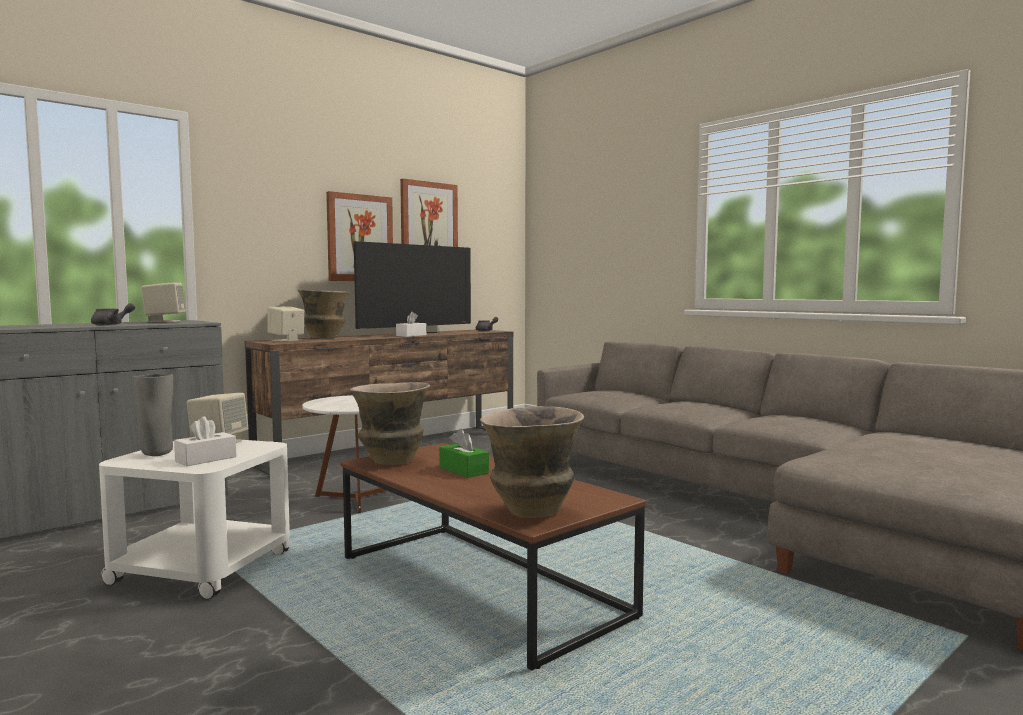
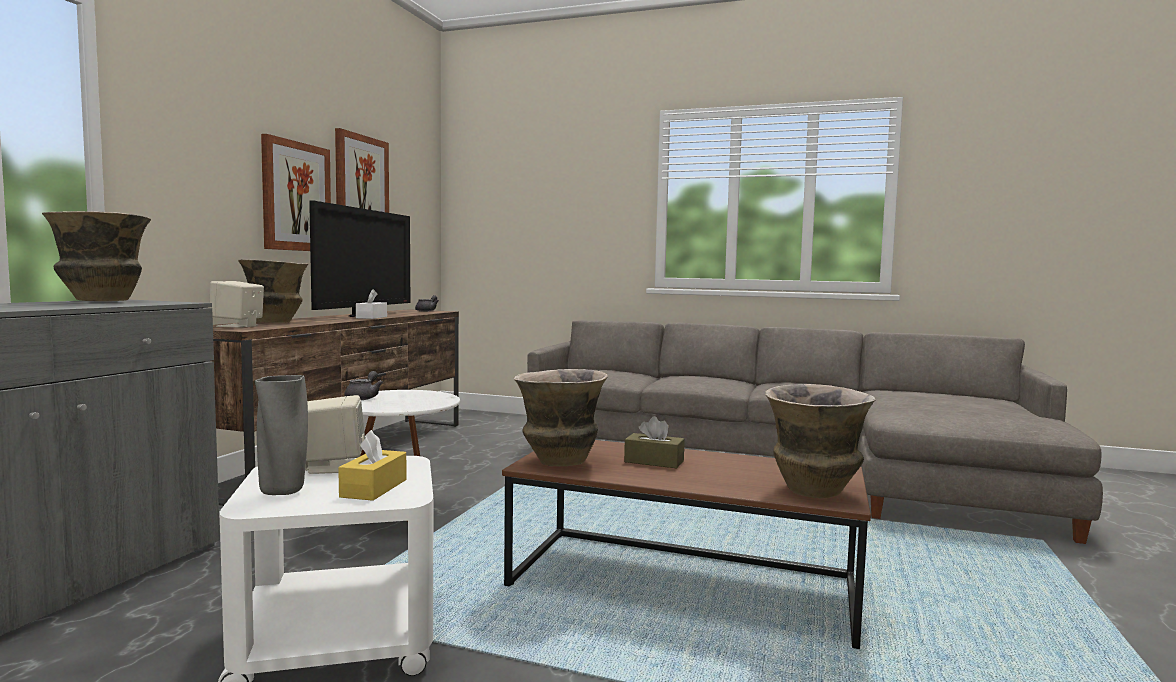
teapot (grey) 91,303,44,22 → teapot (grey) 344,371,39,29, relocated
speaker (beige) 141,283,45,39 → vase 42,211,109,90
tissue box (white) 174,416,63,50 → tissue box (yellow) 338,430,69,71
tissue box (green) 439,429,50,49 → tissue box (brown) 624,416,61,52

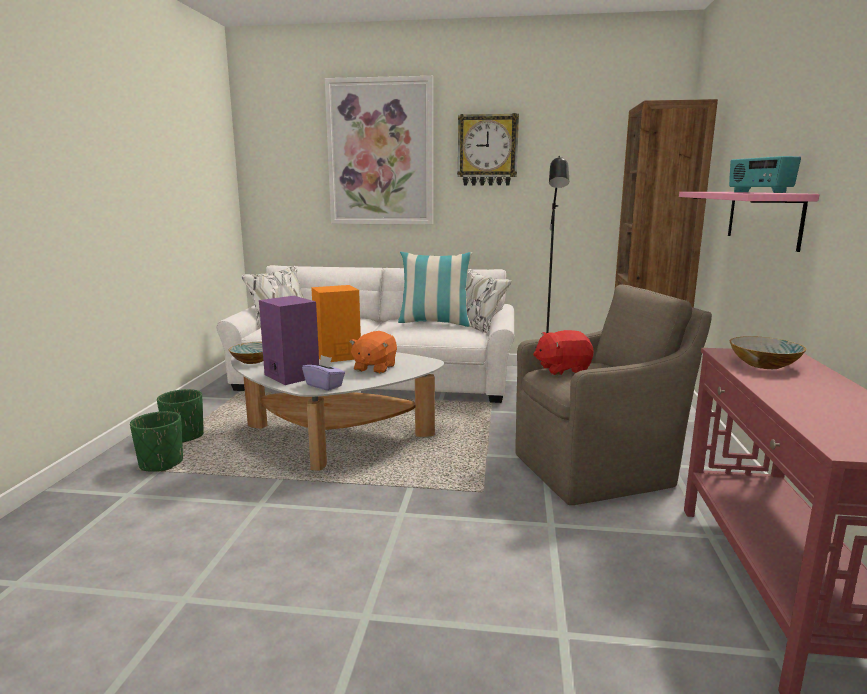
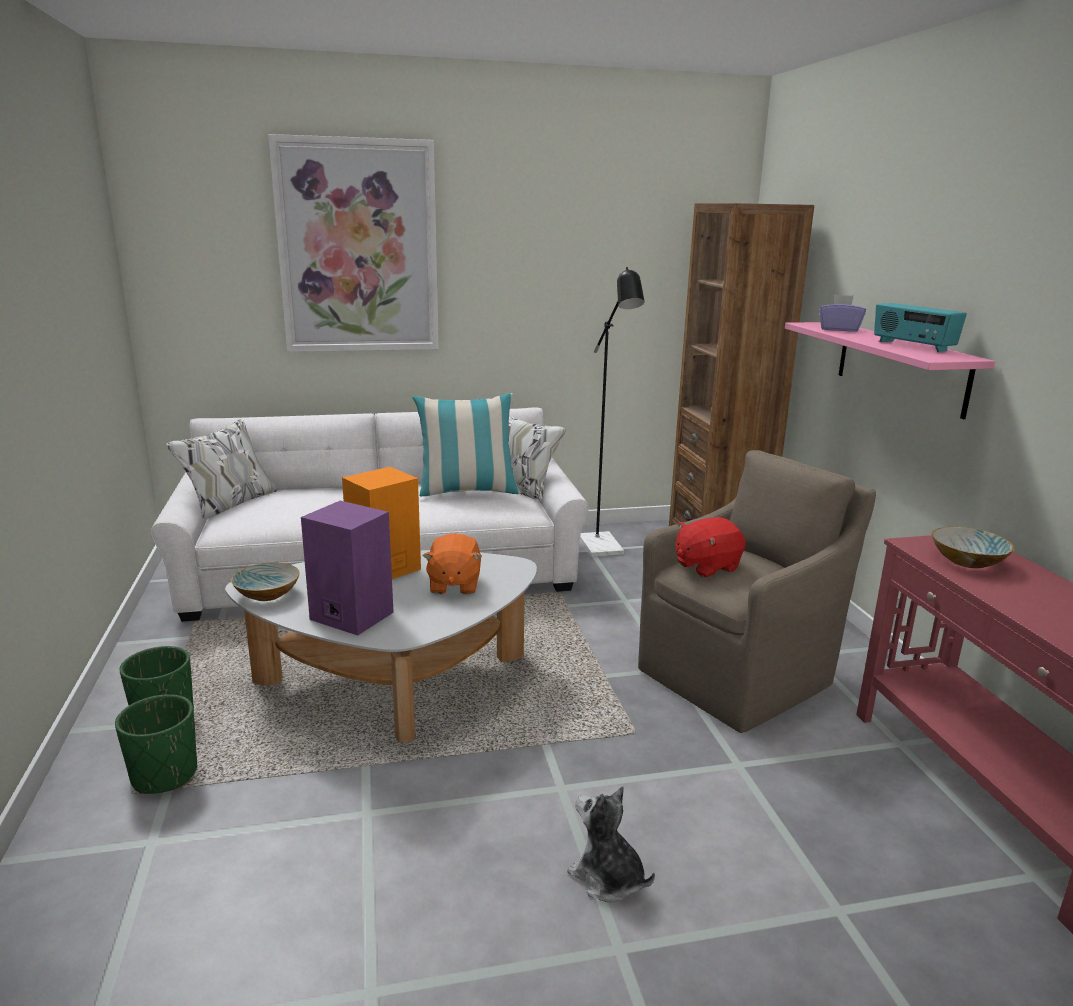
tissue box (purple) 302,355,43,36 → tissue box (purple) 819,295,47,37, relocated
wall clock 457,113,62,72 → -
- → plush toy 567,787,88,116

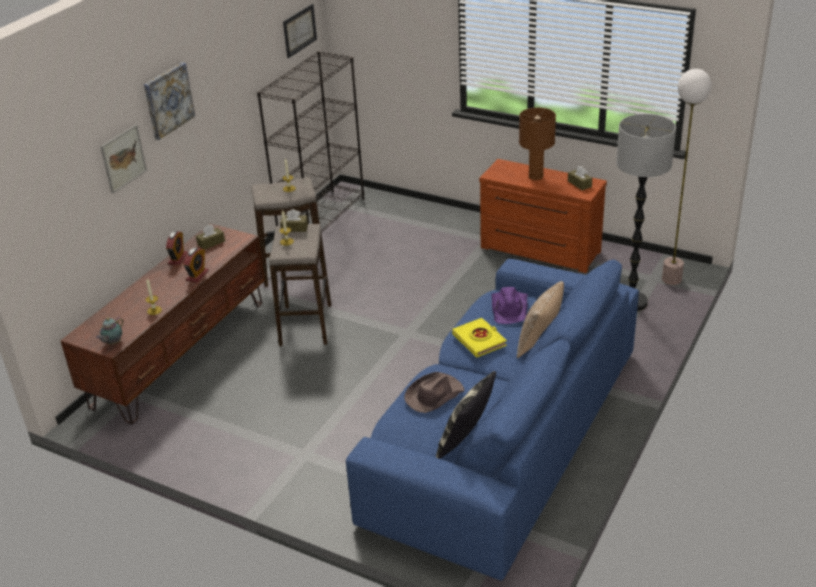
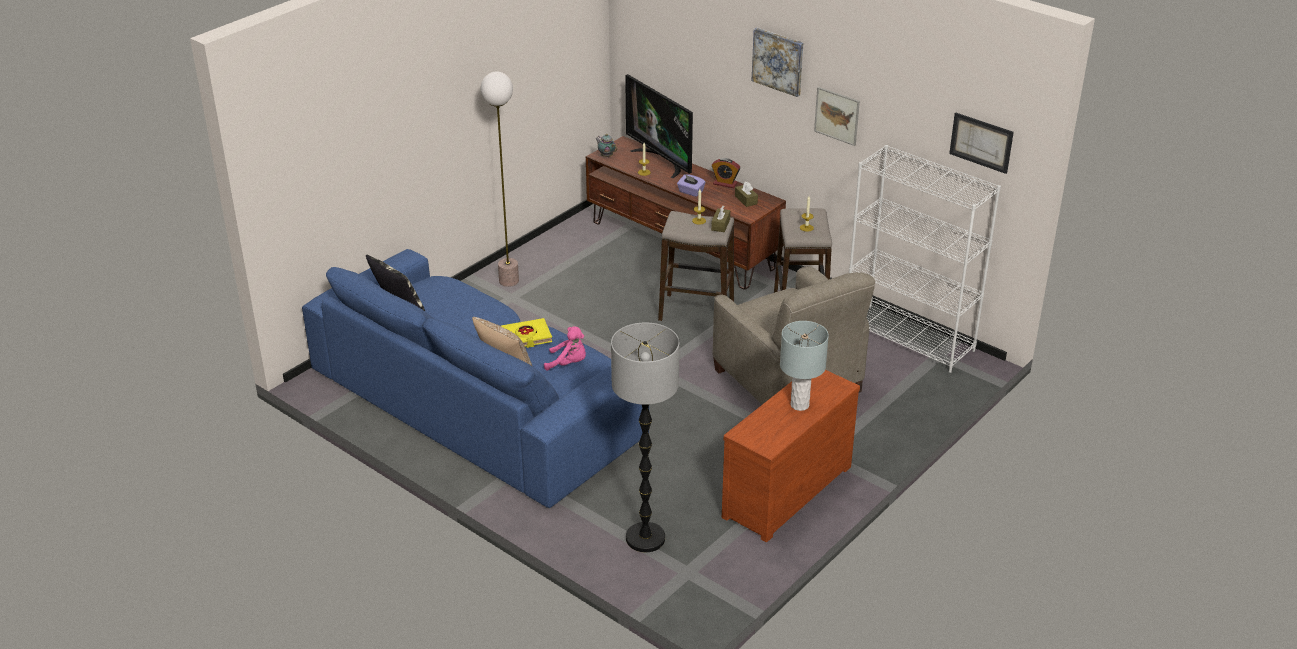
picture 100,125,47,68 → picture 814,87,46,59, relocated
alarm clock 183,248,26,35 → tissue box (purple) 677,174,28,23
bookcase (black) 257,51,107,182 → bookcase (white) 849,145,152,228
hat (brown) 404,372,60,41 → -
hat (purple) 492,287,36,37 → plush toy (pink) 544,326,42,45
table lamp (brown) 519,107,37,73 → table lamp (grey) 780,321,49,90
tissue box (brown) 568,166,24,24 → -
floor lamp 662,69,50,216 → floor lamp 480,71,39,216, relocated
- → television 625,74,68,104
- → armchair (beige) 713,266,162,138

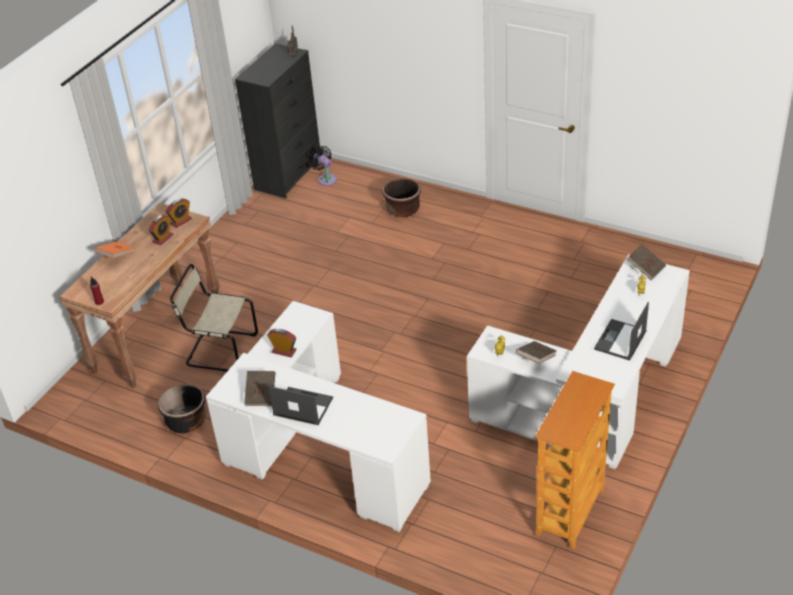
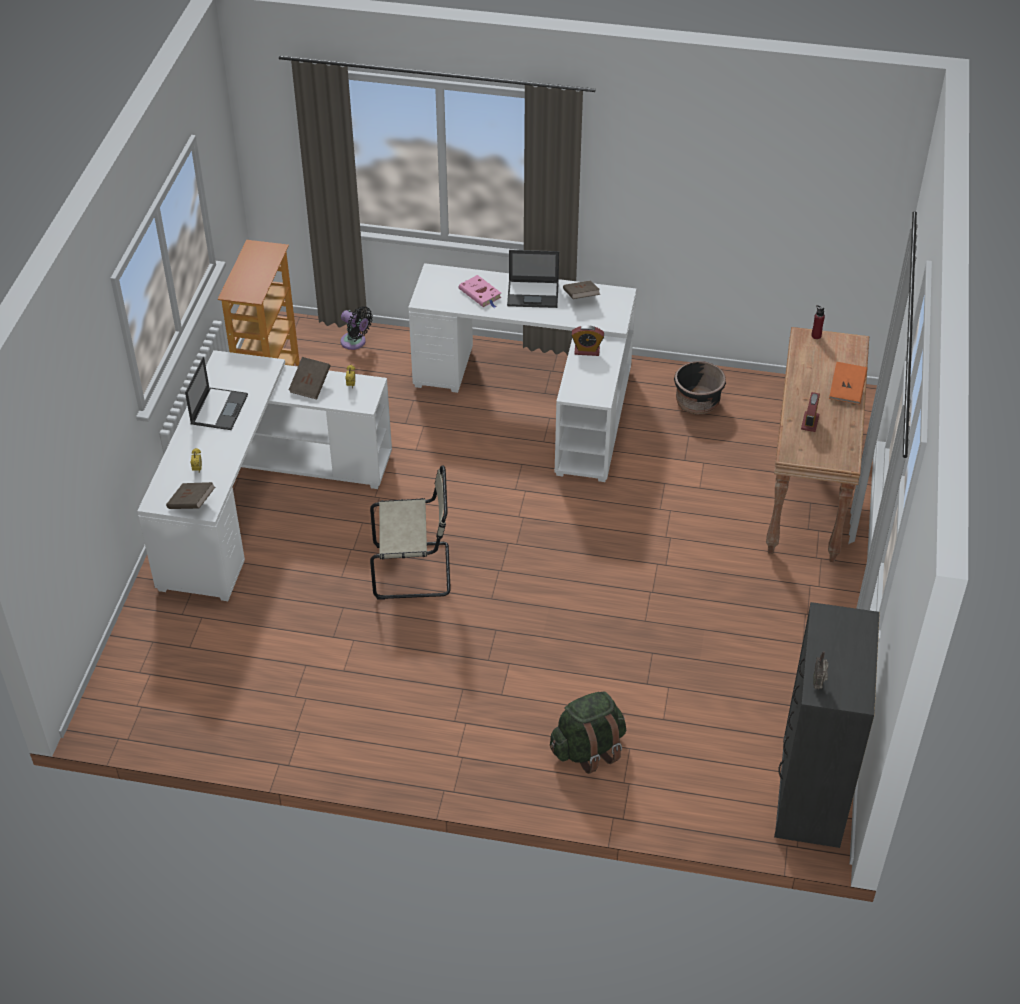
alarm clock 166,199,26,29 → -
chair (beige) 170,264,88,107 → chair (beige) 370,465,81,135, relocated
fan (black) 309,146,28,40 → fan (black) 340,306,33,44, relocated
planter (brown) 382,178,39,39 → backpack (green) 550,692,76,82
- → book (pink) 459,275,42,33

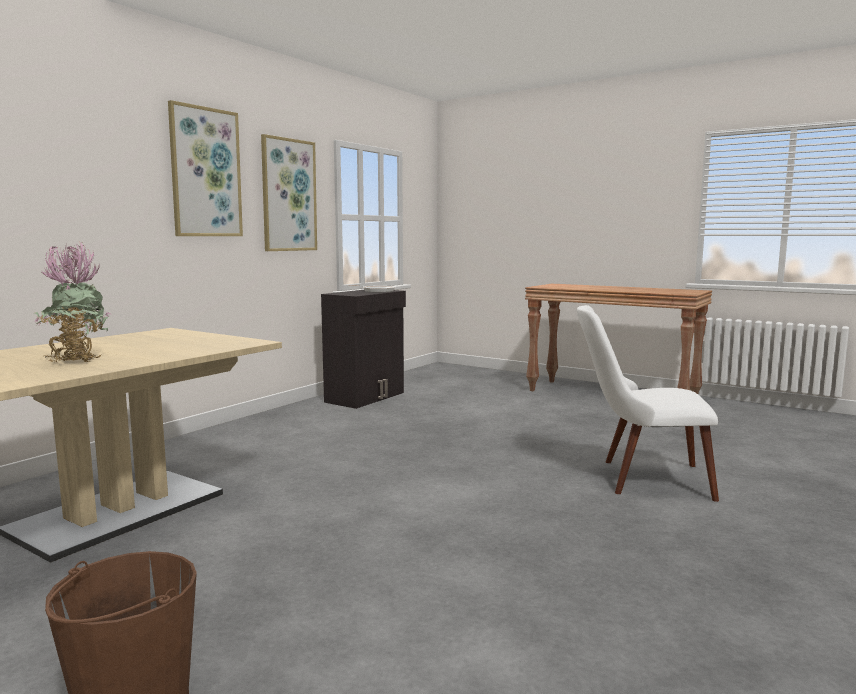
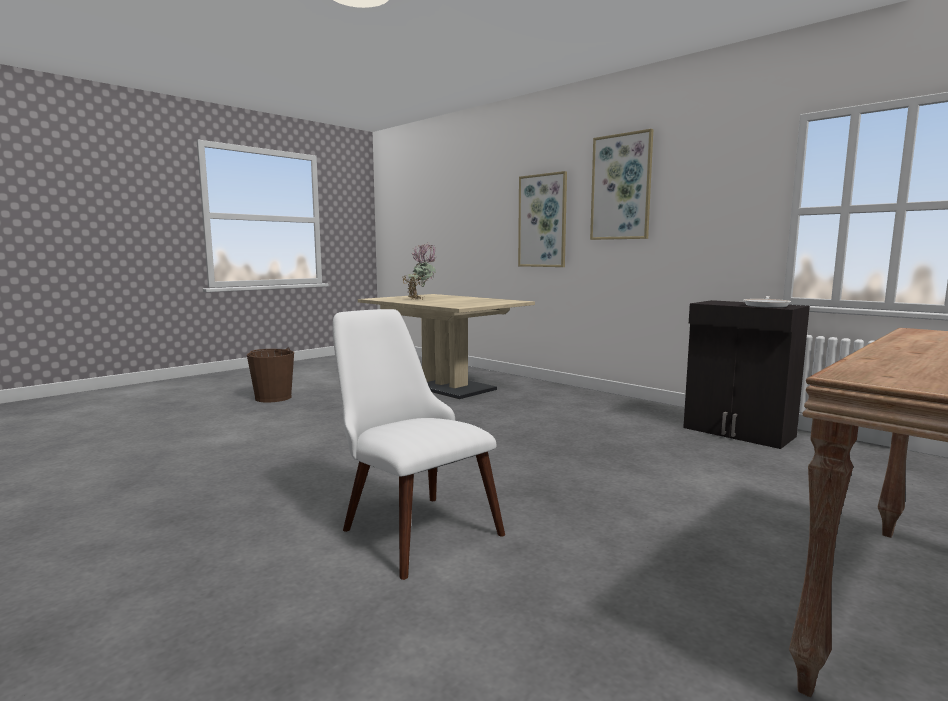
picture 261,134,56,117 → picture 518,171,49,96, relocated
chair (white) 577,305,142,197 → chair (white) 333,309,172,271, 60 degrees counterclockwise

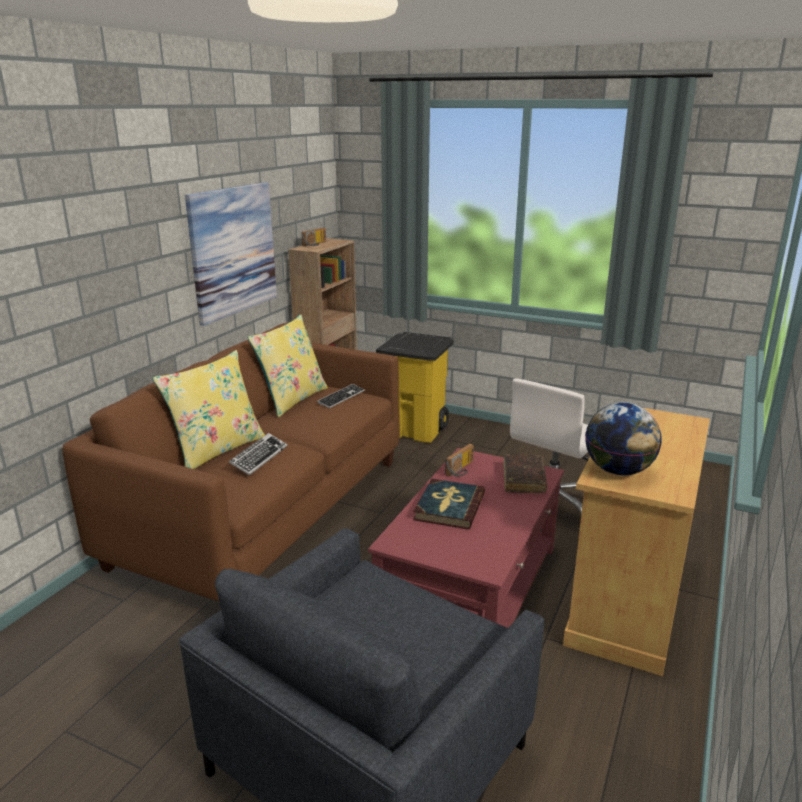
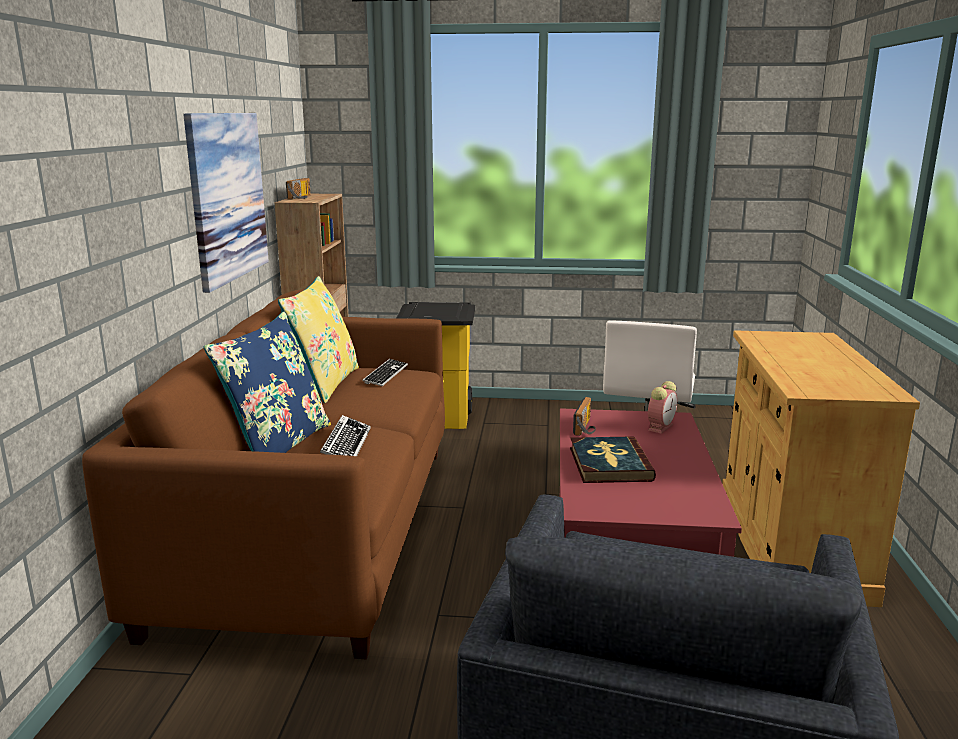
pillow (yellow) 152,350,113,119 → pillow (blue) 204,312,127,141
book (brown) 503,454,44,39 → alarm clock 648,381,29,53
globe 585,402,77,73 → -

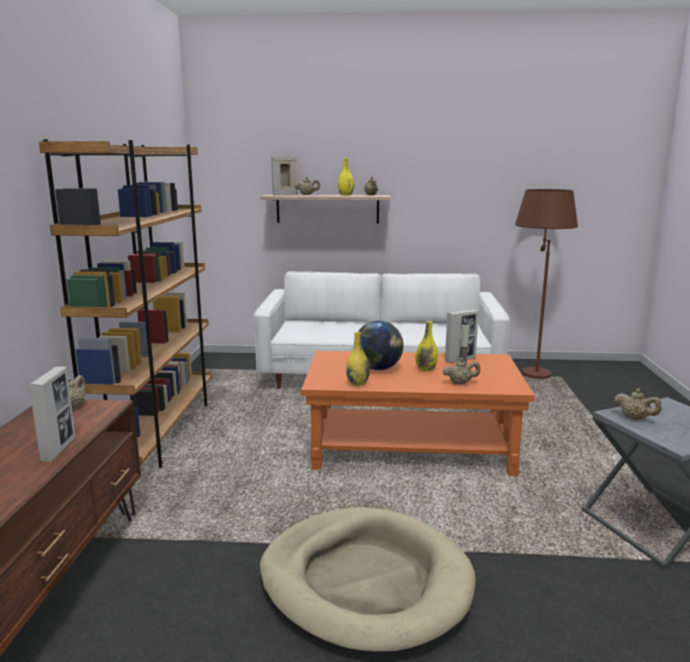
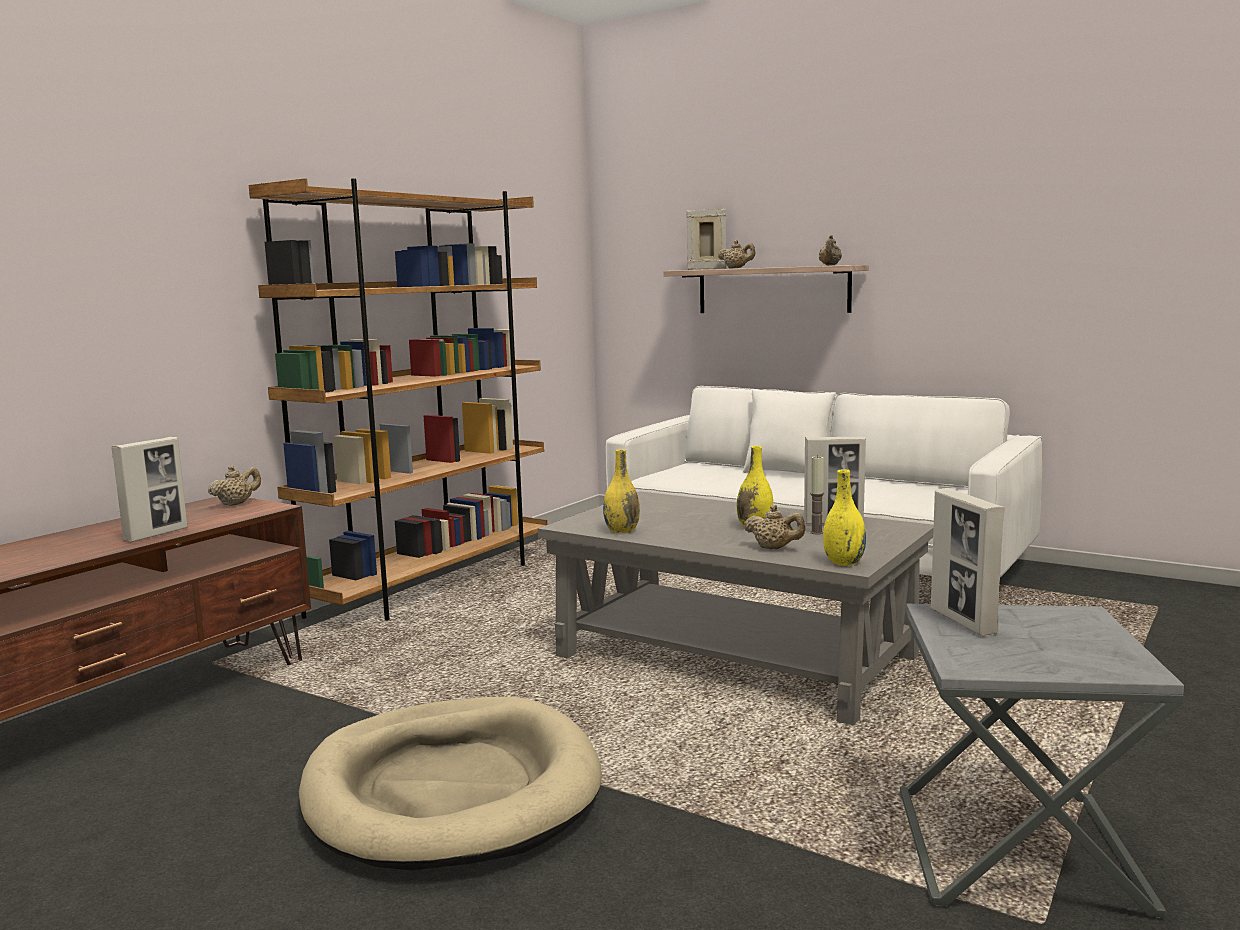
coffee table (orange) 301,351,234,125 → coffee table (grey) 538,492,396,234
vase (yellow) 338,158,16,38 → vase (yellow) 823,469,43,97, relocated
globe 358,321,46,49 → -
floor lamp (brown) 515,189,63,190 → -
teapot (beige) 614,388,48,32 → picture frame 931,488,74,148
- → pillow (white) 743,389,93,84

